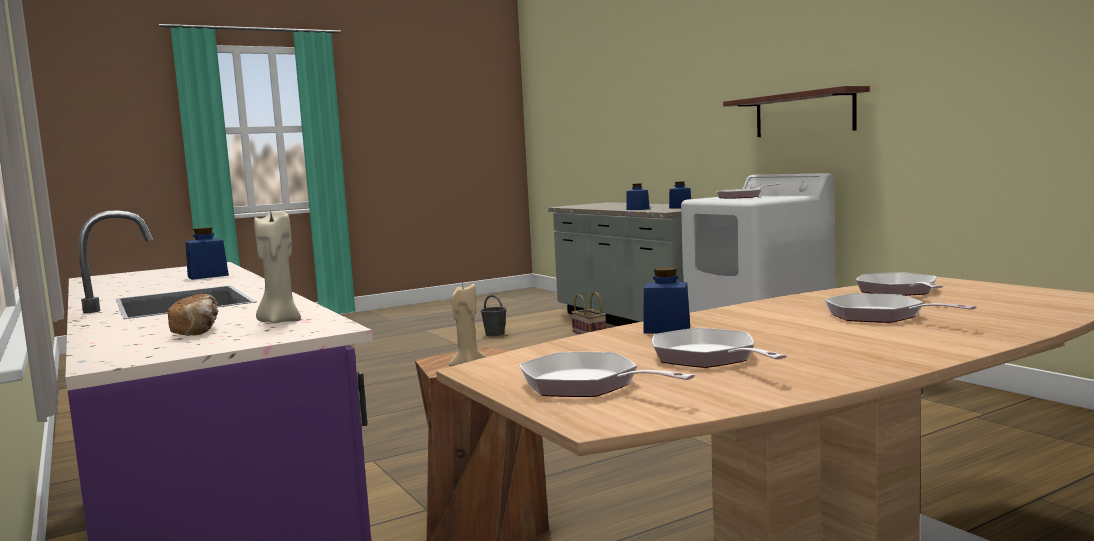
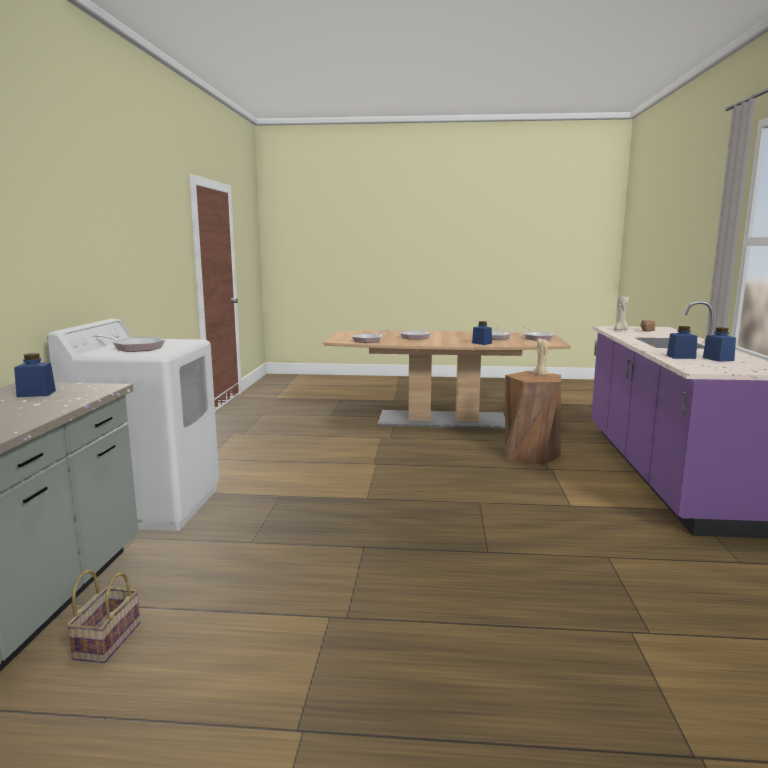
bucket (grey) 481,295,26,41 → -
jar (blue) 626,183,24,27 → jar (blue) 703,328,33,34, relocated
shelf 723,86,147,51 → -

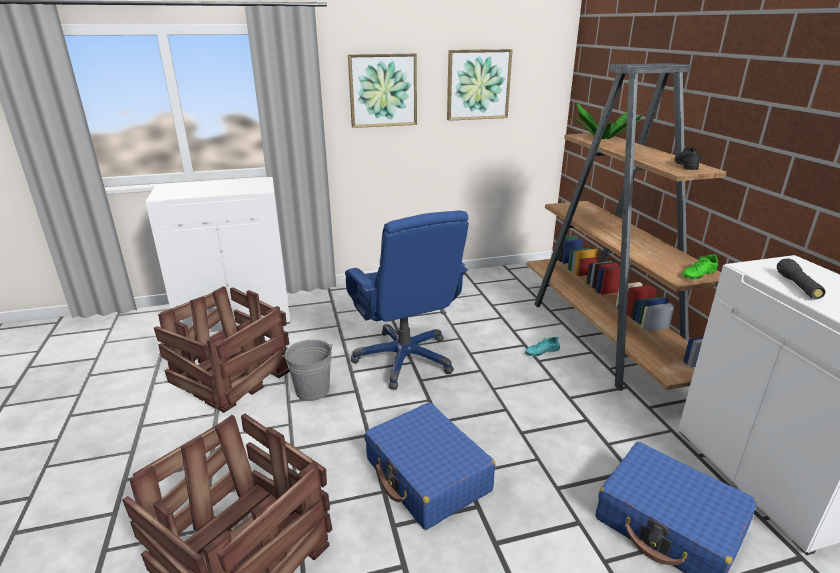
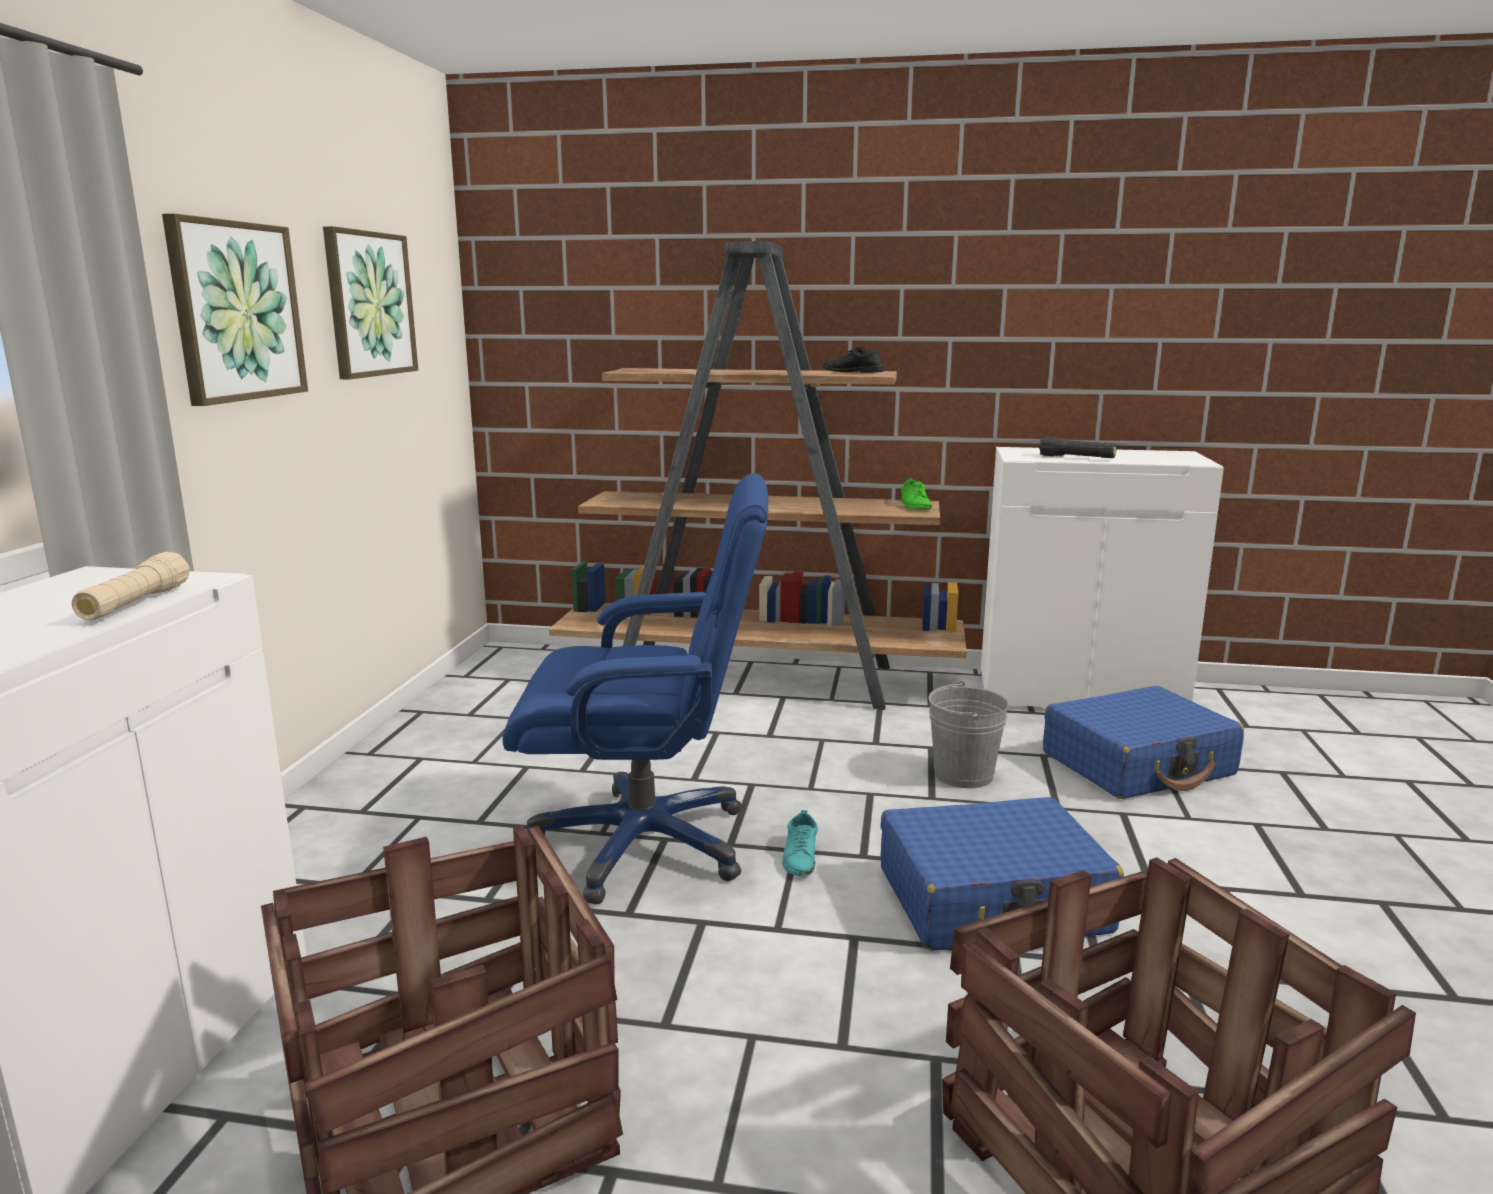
bucket (grey) 282,339,51,62 → bucket (grey) 928,681,81,107, relocated
shoe (turquoise) 525,337,35,19 → shoe (turquoise) 782,810,36,66, relocated
potted plant 572,103,71,36 → -
- → flashlight (beige) 72,552,118,68

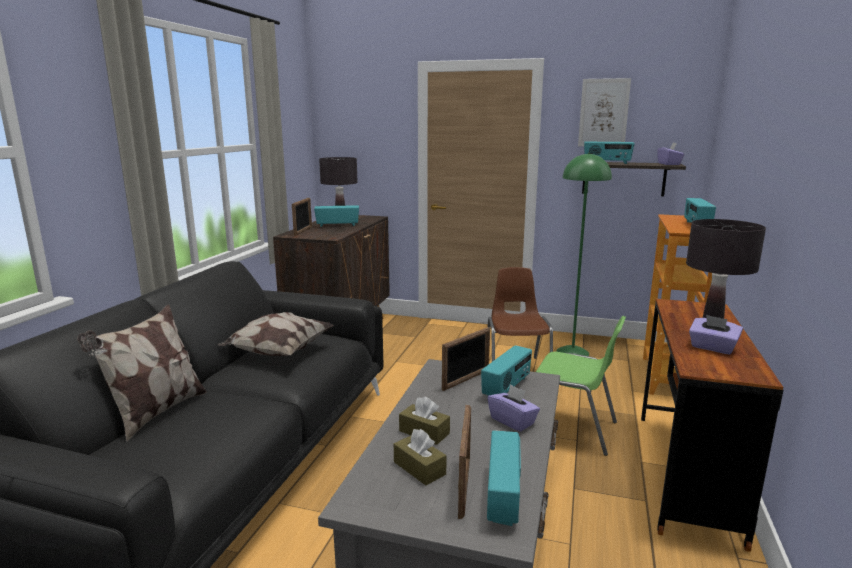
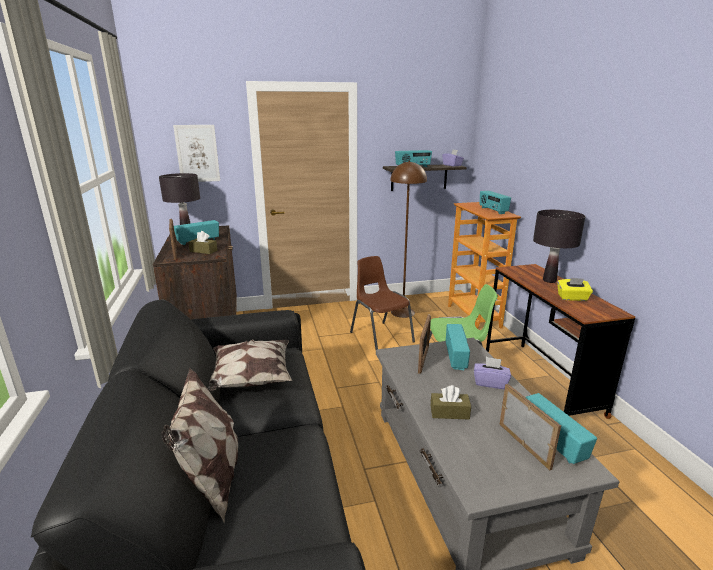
tissue box (brown) 394,429,53,56 → tissue box (brown) 188,231,30,23, relocated
floor lamp (green) 556,153,56,203 → floor lamp (brown) 390,161,37,157
picture 578,78,53,69 → picture 173,125,47,57, relocated
tissue box (purple) 689,315,54,39 → tissue box (yellow) 557,278,36,23

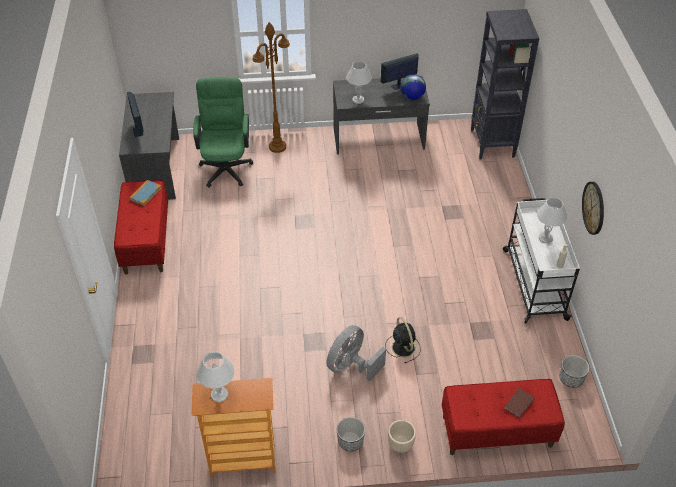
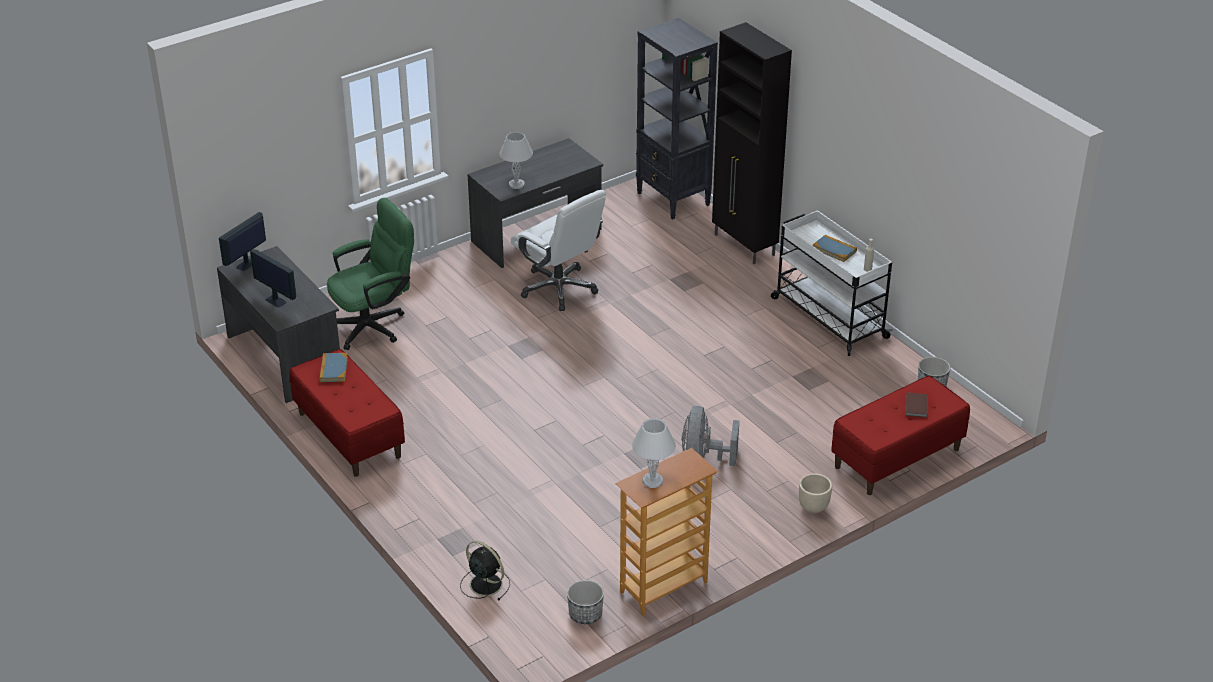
office chair (green) 193,77,60,111 → office chair (green) 327,198,87,152, 90 degrees clockwise
floor lamp (brown) 252,22,38,131 → -
planter 337,417,28,35 → planter 567,580,37,44, relocated
monitor 381,53,38,37 → monitor 219,212,47,59, relocated
fan (black) 385,317,36,46 → fan (black) 460,541,50,59, relocated
globe 401,74,25,26 → -
table lamp (white) 537,197,30,46 → book 813,235,44,27
wall clock 582,182,22,53 → -
- → office chair (white) 511,190,95,121
- → cabinet (black) 712,22,80,242

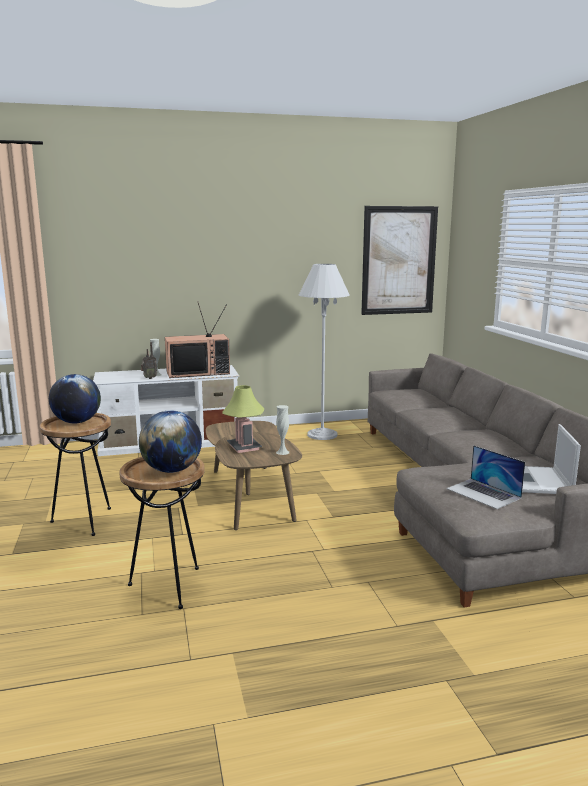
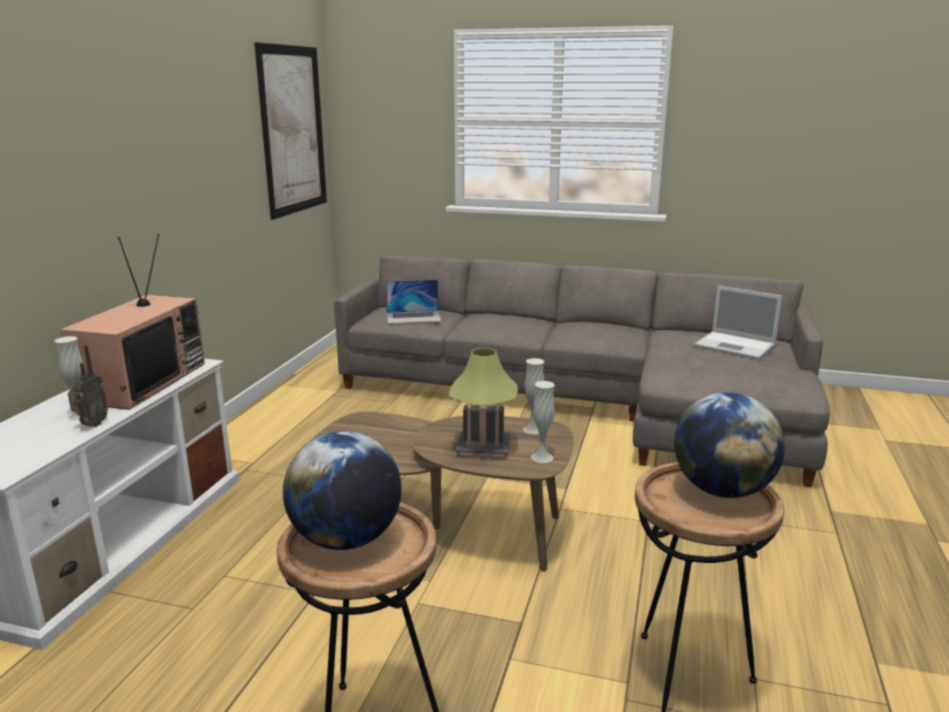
floor lamp (white) 299,264,51,176 → -
laptop 446,445,79,64 → laptop 385,280,56,44, relocated
- → vase (white) 531,381,23,82

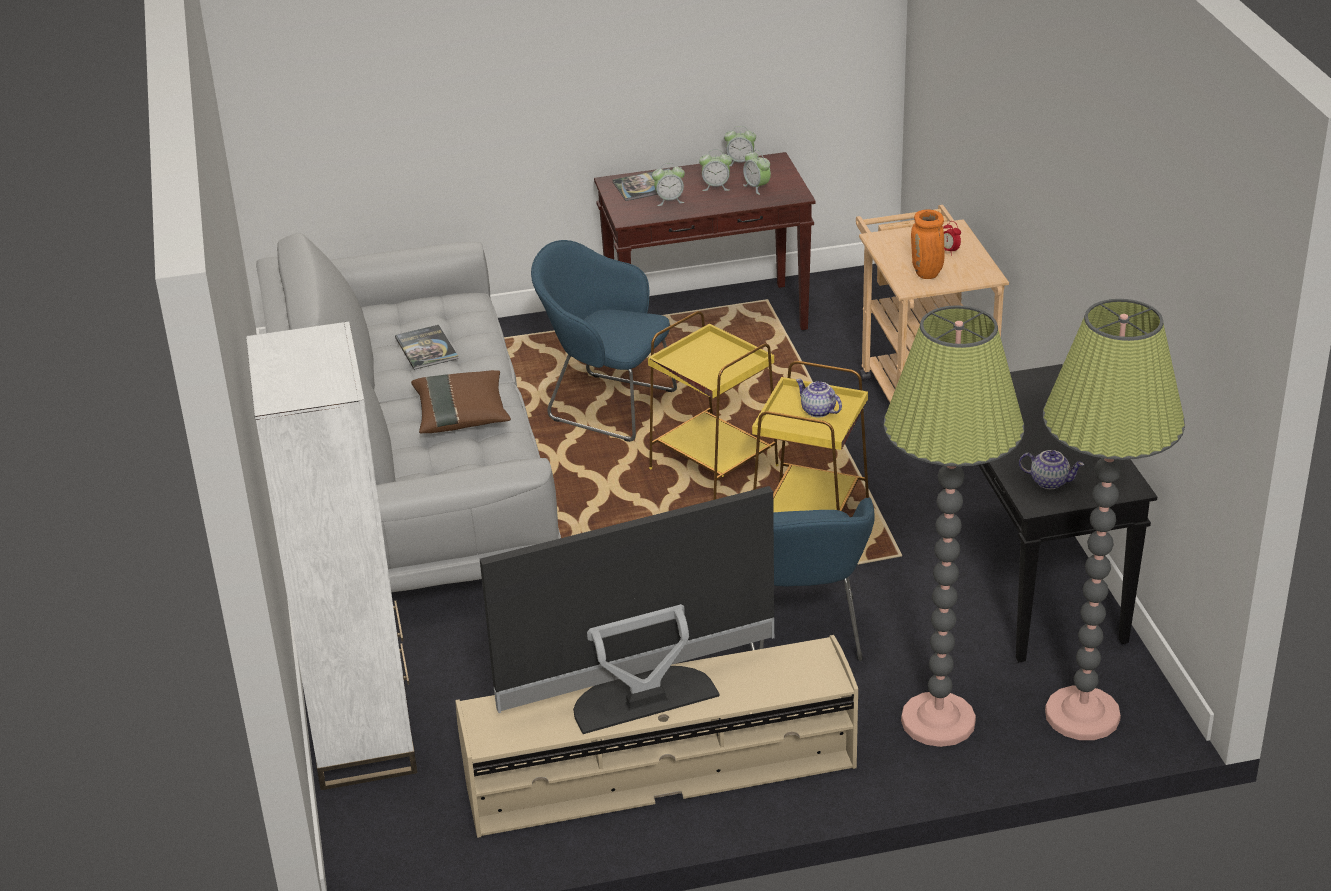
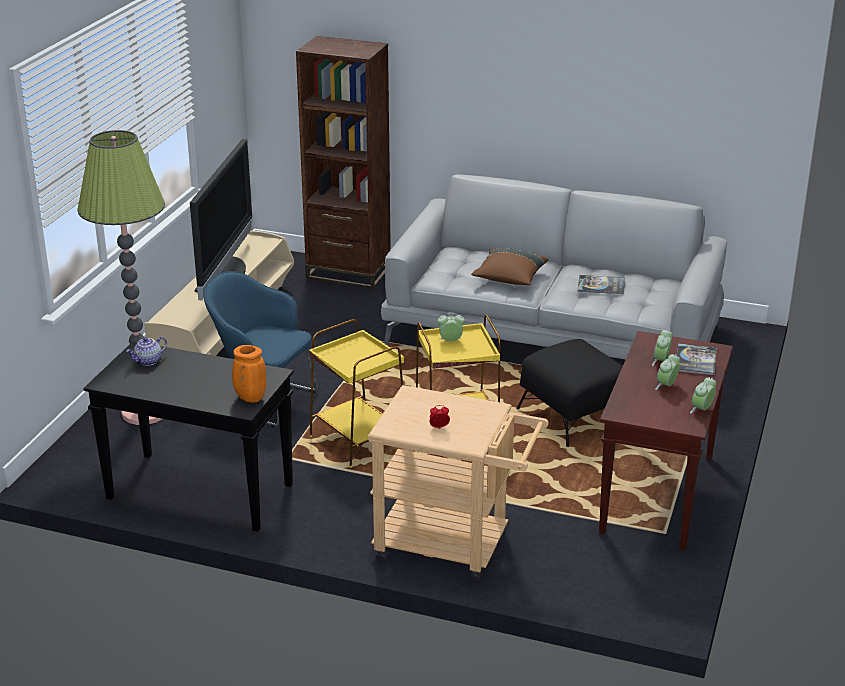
bookcase (white) 246,321,171,469 → bookcase (brown) 296,36,95,253
armchair (blue) 531,240,146,202 → ottoman (black) 516,339,107,108
alarm clock 743,150,28,45 → alarm clock 437,313,28,28, relocated
teapot 796,379,46,38 → -
vase (orange) 911,209,34,70 → vase (orange) 232,345,34,58, relocated
floor lamp 1043,299,142,441 → -

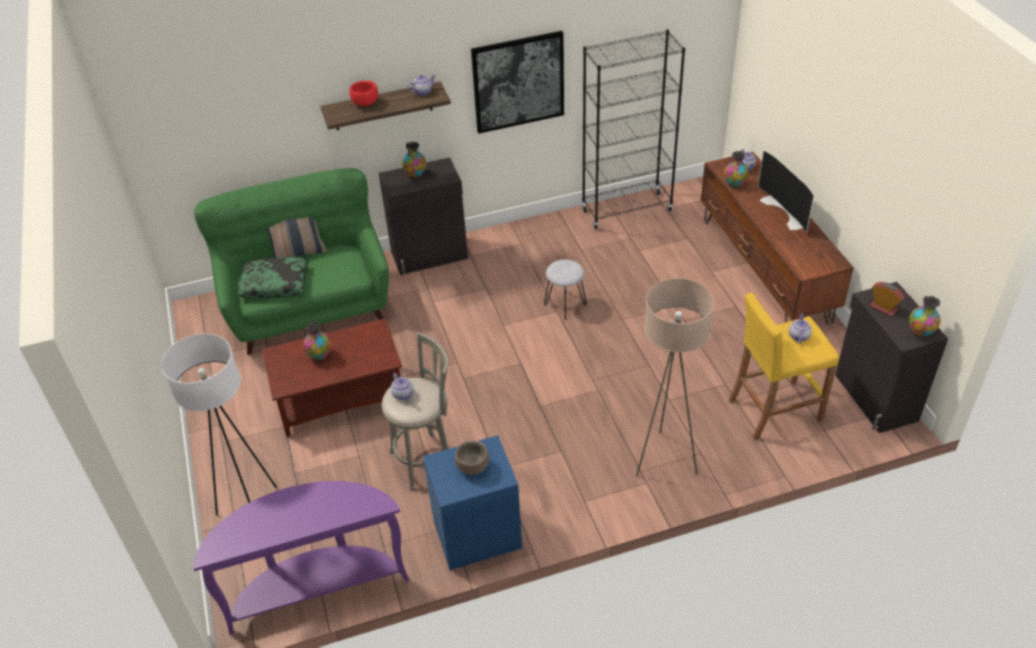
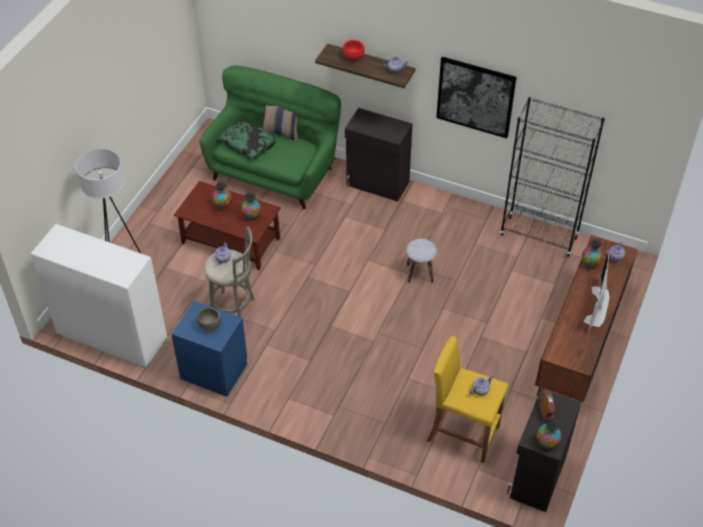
console table (purple) 193,481,216,154 → dresser (white) 31,224,136,145
vase 402,142,24,37 → vase 241,192,20,28, relocated
floor lamp (beige) 636,278,78,199 → -

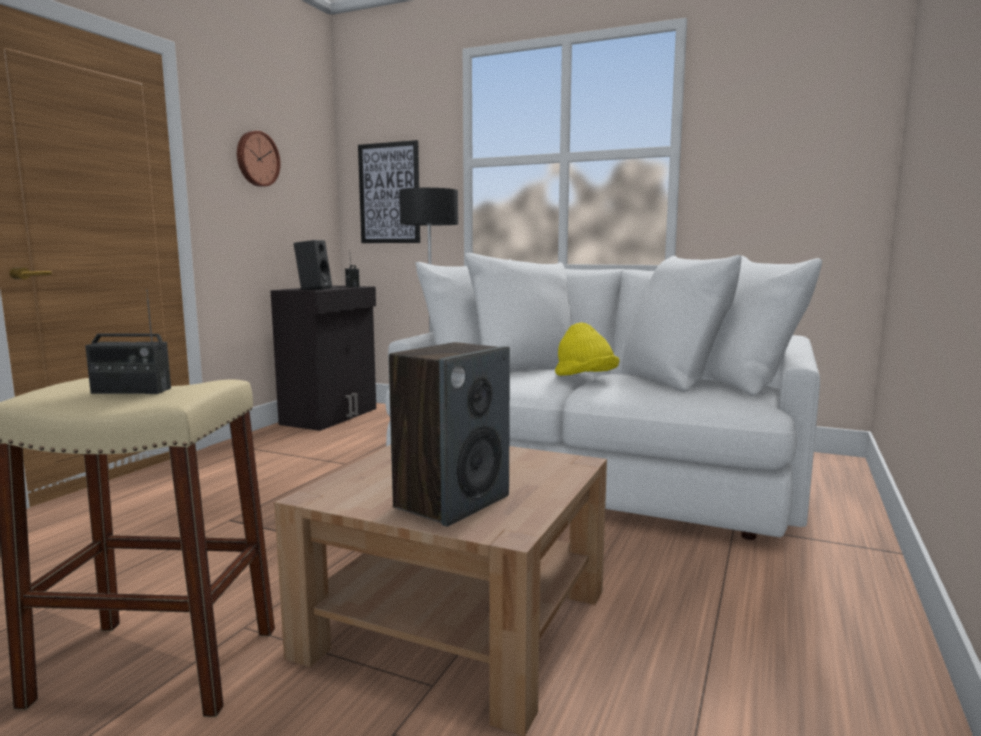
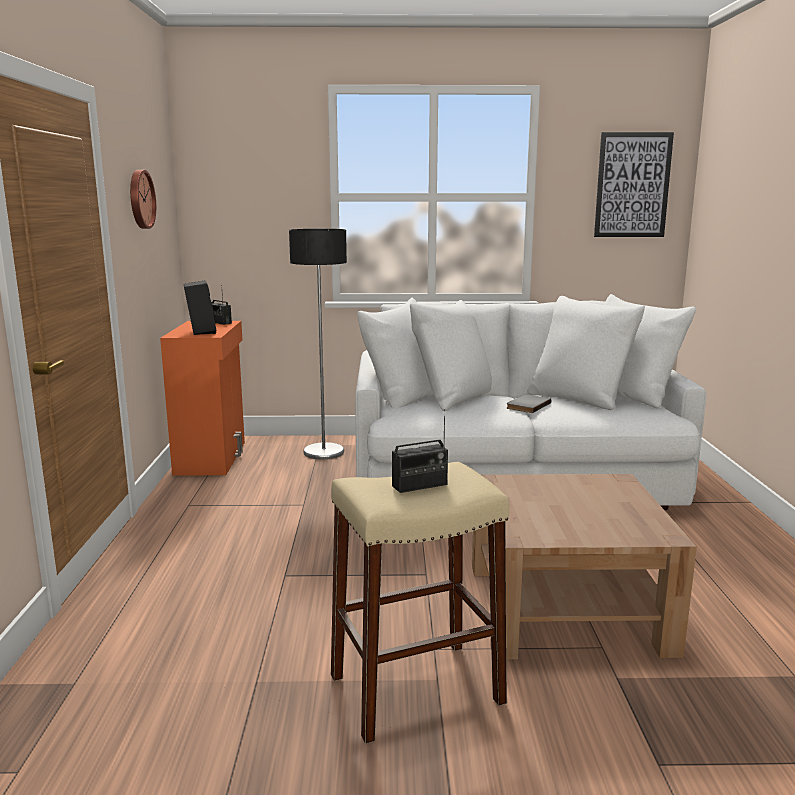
cabinet (black) 270,286,106,145 → cabinet (orange) 160,321,85,155
picture 358,140,62,103 → picture 594,132,80,105, relocated
speaker 389,342,121,185 → -
hat (yellow) 555,322,64,54 → book (grey) 506,394,45,19

